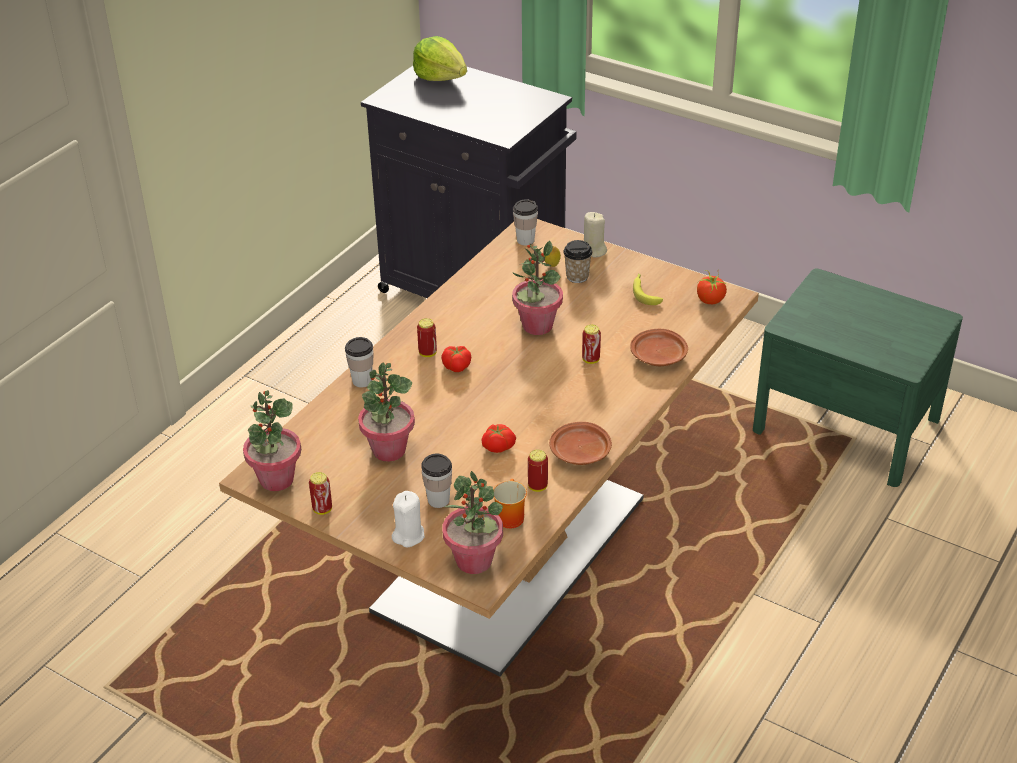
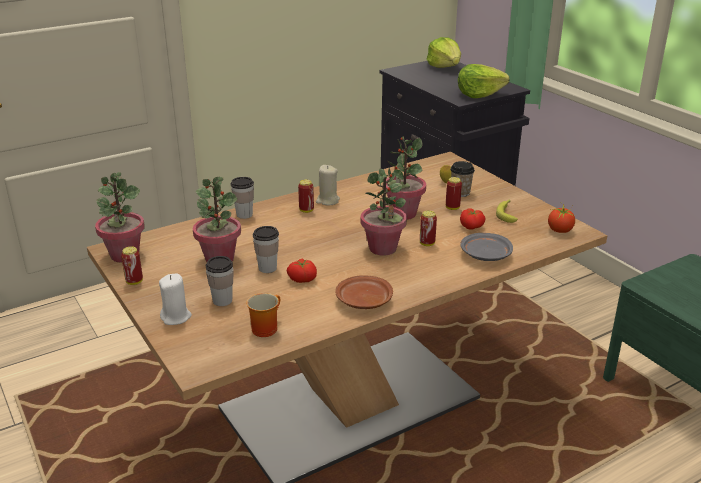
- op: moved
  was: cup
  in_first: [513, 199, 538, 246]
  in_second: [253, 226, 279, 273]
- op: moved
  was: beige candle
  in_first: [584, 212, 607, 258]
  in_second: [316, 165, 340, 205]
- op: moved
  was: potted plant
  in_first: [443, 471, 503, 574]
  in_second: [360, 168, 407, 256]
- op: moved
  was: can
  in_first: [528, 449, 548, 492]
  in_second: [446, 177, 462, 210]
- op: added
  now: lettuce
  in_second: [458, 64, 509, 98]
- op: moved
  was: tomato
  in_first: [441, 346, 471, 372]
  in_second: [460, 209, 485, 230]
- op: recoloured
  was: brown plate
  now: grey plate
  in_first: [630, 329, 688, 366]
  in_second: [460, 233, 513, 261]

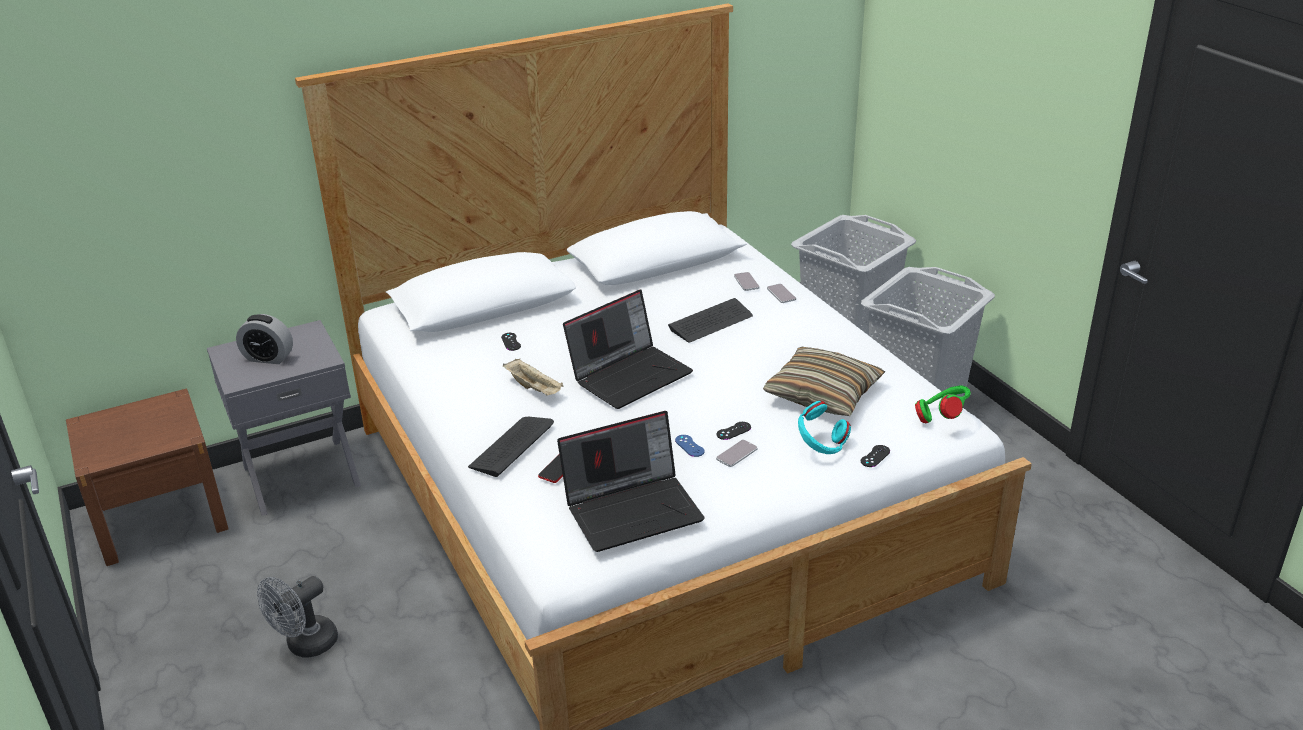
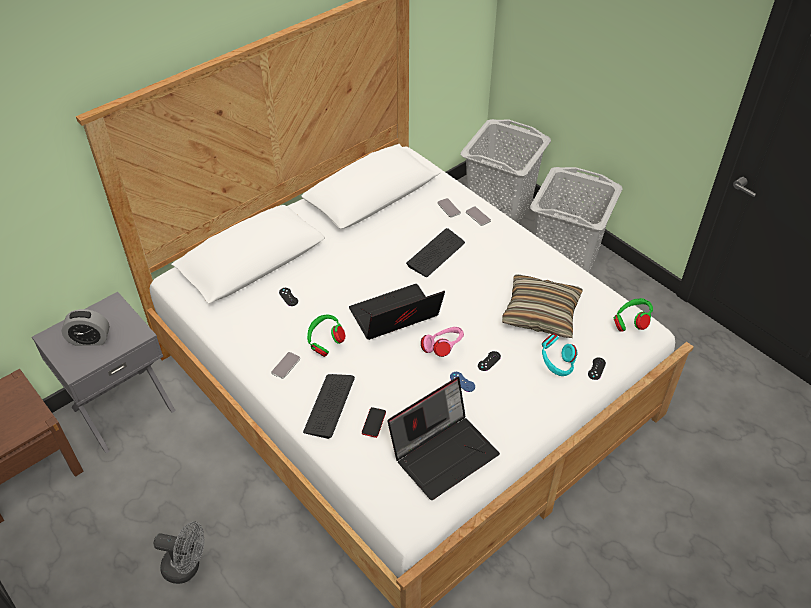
- op: turned
  was: grey fan
  in_first: [257, 576, 338, 658]
  in_second: [154, 522, 205, 584]
  clockwise: -105
- op: moved
  was: phone
  in_first: [716, 440, 758, 467]
  in_second: [271, 352, 300, 379]
- op: replaced
  was: beige tray
  now: green headphones
  in_first: [503, 359, 563, 396]
  in_second: [307, 315, 345, 357]
- op: turned
  was: laptop
  in_first: [563, 289, 693, 409]
  in_second: [349, 284, 445, 340]
  clockwise: -150
- op: added
  now: pink headphones
  in_second: [421, 327, 464, 357]

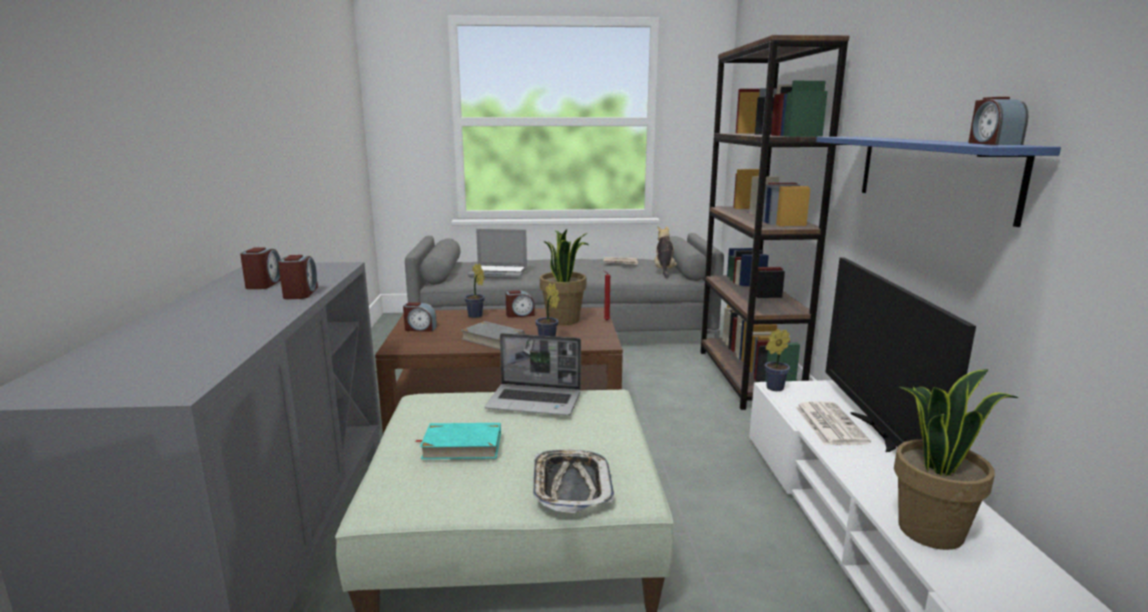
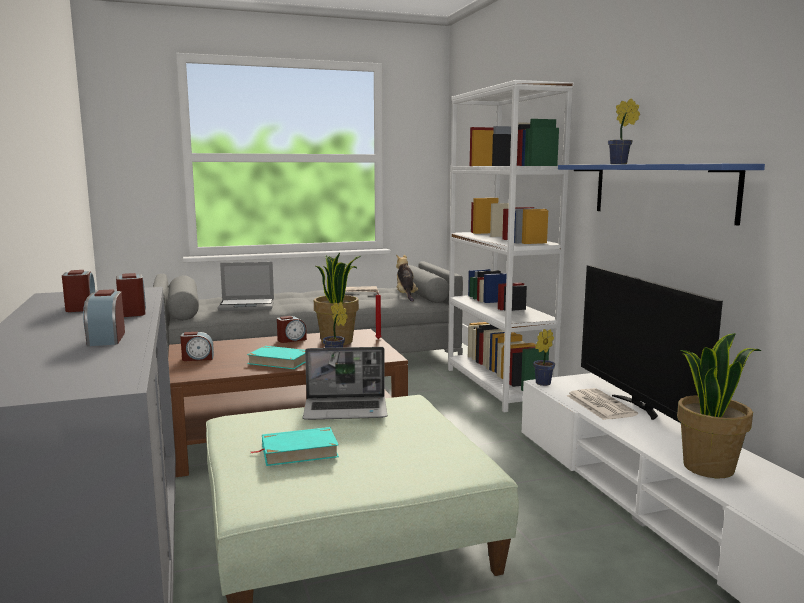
- op: moved
  was: alarm clock
  in_first: [968, 97, 1028, 145]
  in_second: [83, 289, 125, 346]
- op: recoloured
  was: grey book
  now: turquoise book
  in_first: [461, 321, 525, 350]
  in_second: [247, 346, 305, 369]
- op: recoloured
  was: brown bookcase
  now: white bookcase
  in_first: [700, 35, 850, 410]
  in_second: [448, 80, 574, 412]
- op: moved
  was: potted plant
  in_first: [464, 263, 485, 318]
  in_second: [608, 98, 640, 164]
- op: removed
  was: tray
  in_first: [533, 450, 614, 513]

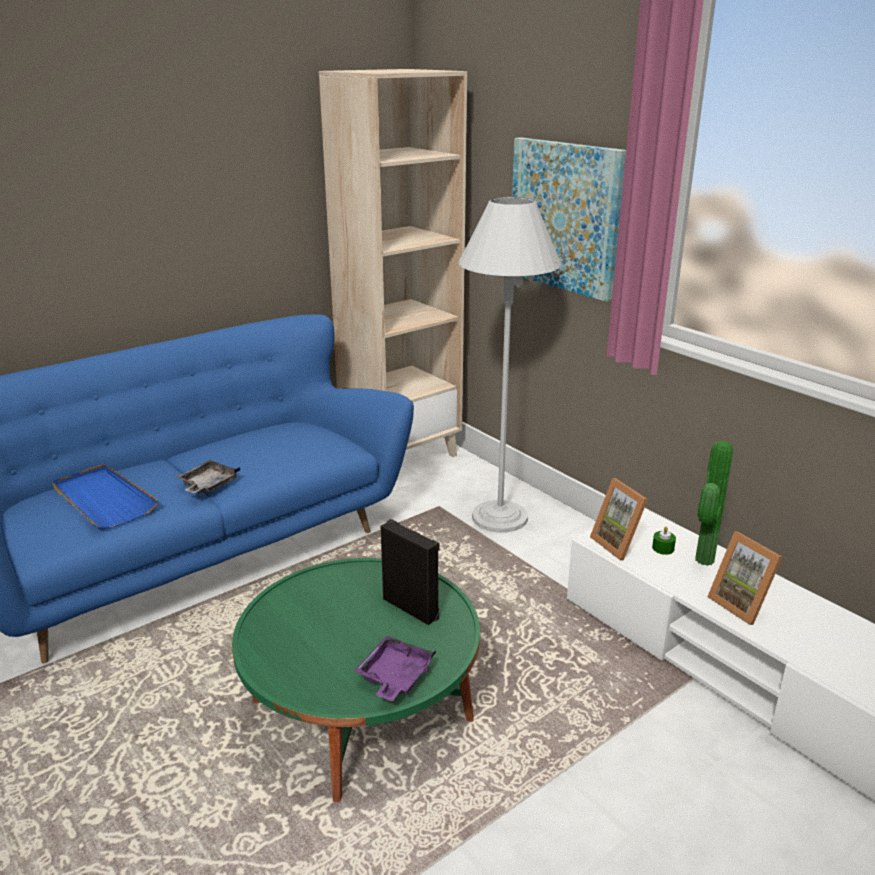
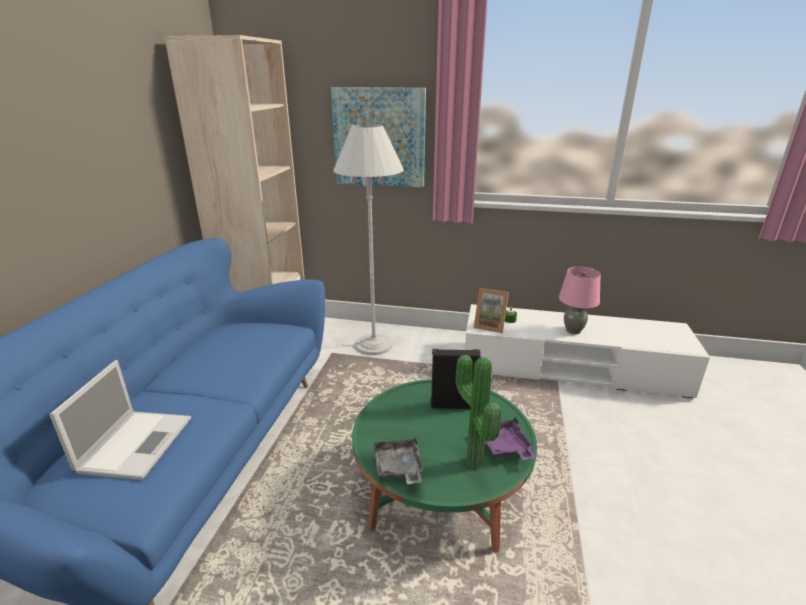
- op: replaced
  was: blue tray
  now: laptop
  in_first: [52, 464, 158, 528]
  in_second: [49, 360, 191, 480]
- op: moved
  was: grey tray
  in_first: [176, 460, 240, 493]
  in_second: [373, 436, 424, 484]
- op: moved
  was: potted plant
  in_first: [695, 441, 733, 566]
  in_second: [456, 355, 501, 469]
- op: replaced
  was: picture frame
  now: pink table lamp
  in_first: [707, 531, 782, 625]
  in_second: [559, 267, 601, 334]

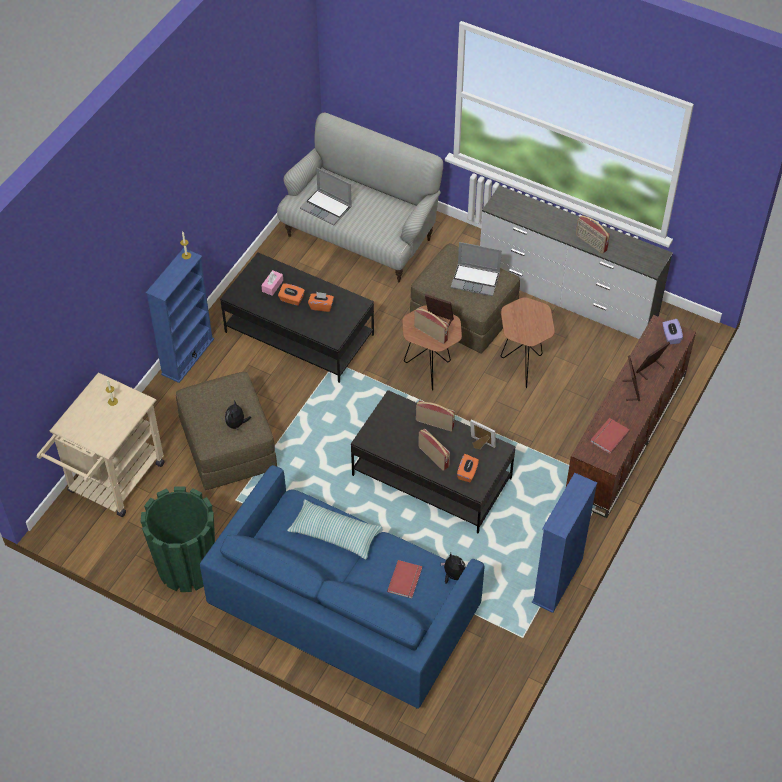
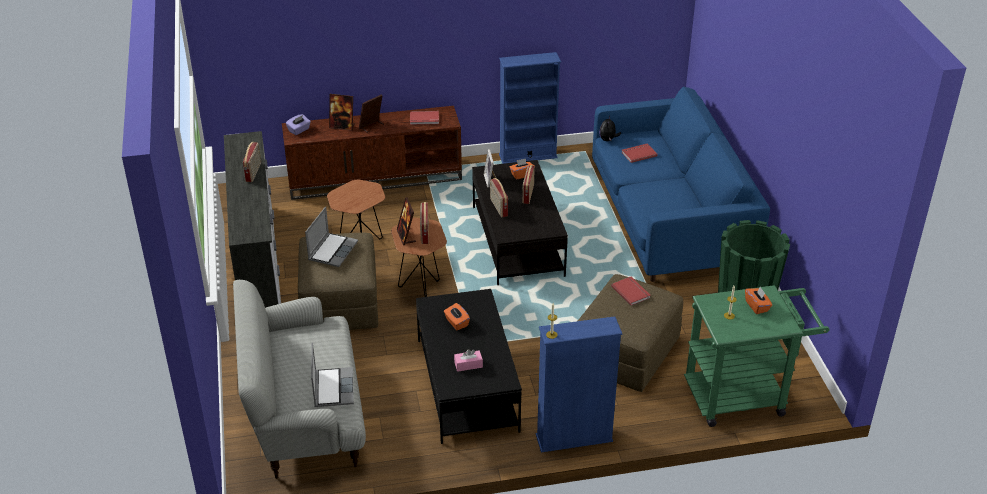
- op: turned
  was: laptop
  in_first: [451, 242, 502, 296]
  in_second: [305, 207, 358, 267]
  clockwise: 45
- op: replaced
  was: plush toy
  now: red book
  in_first: [225, 400, 251, 430]
  in_second: [611, 277, 651, 305]
- op: recoloured
  was: beige cart
  now: green cart
  in_first: [37, 372, 164, 517]
  in_second: [684, 285, 829, 427]
- op: moved
  was: orange tissue box
  in_first: [278, 284, 305, 306]
  in_second: [745, 287, 772, 314]
- op: removed
  was: pillow
  in_first: [287, 499, 382, 559]

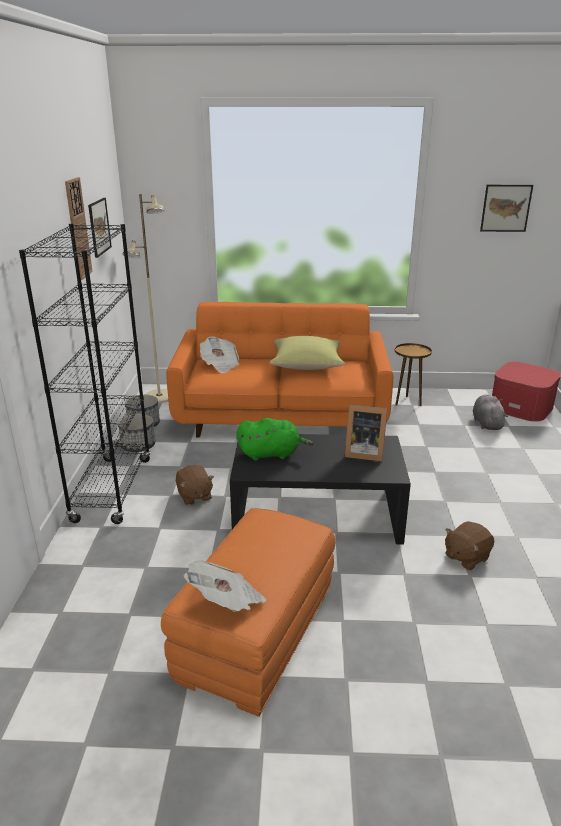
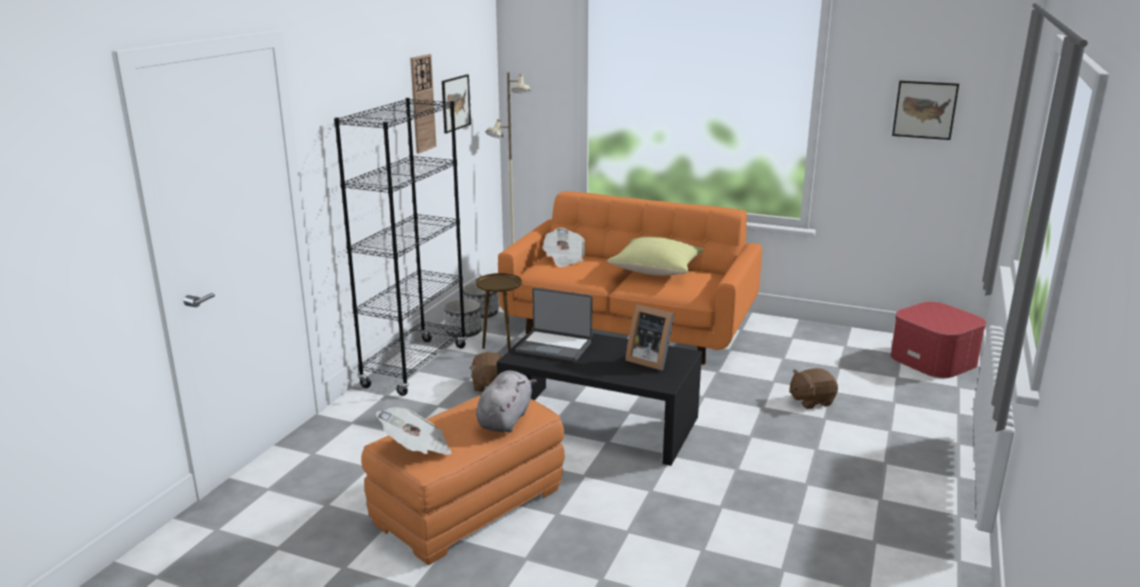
- op: moved
  was: brown side table
  in_first: [395, 343, 432, 406]
  in_second: [476, 273, 522, 351]
- op: moved
  was: grey plush toy
  in_first: [473, 394, 508, 430]
  in_second: [476, 370, 537, 433]
- op: replaced
  was: green plush toy
  now: laptop
  in_first: [237, 418, 313, 461]
  in_second: [515, 287, 593, 362]
- op: moved
  was: brown plush toy
  in_first: [445, 521, 494, 570]
  in_second: [789, 368, 838, 409]

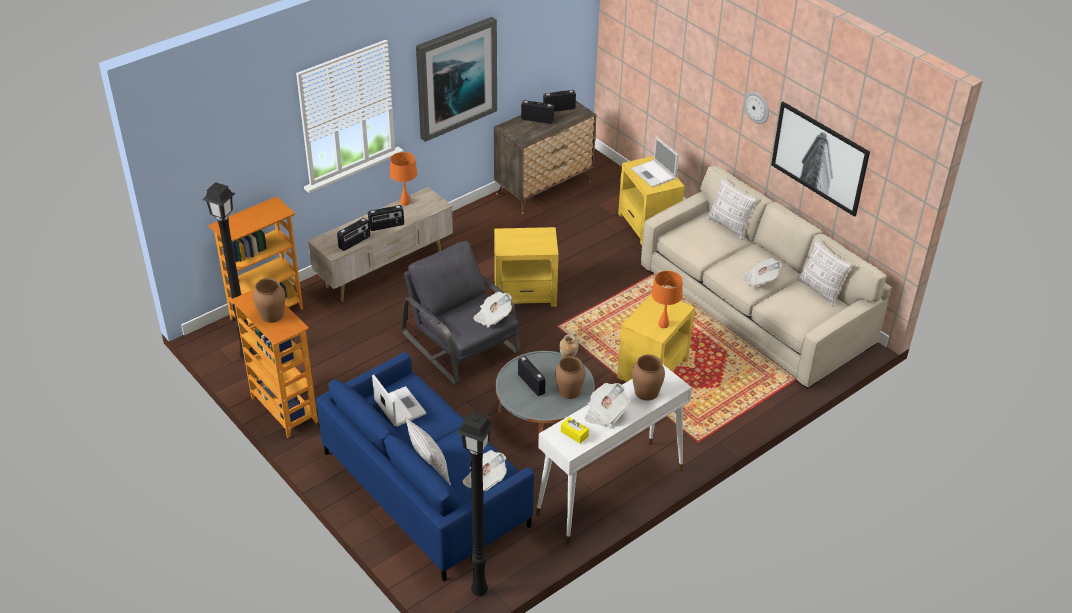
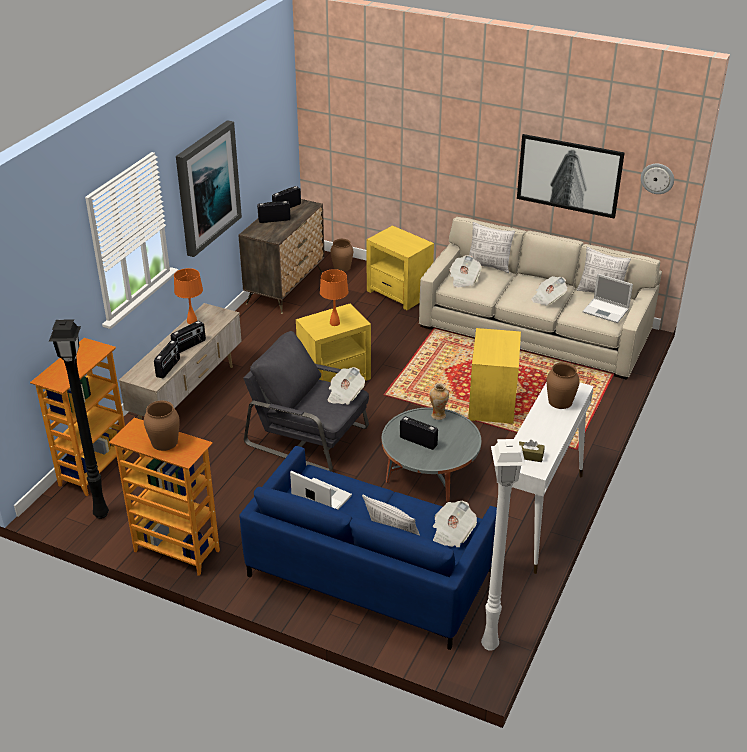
- op: moved
  was: orange table lamp
  in_first: [651, 271, 683, 328]
  in_second: [320, 269, 349, 326]
- op: moved
  was: brown vase
  in_first: [555, 356, 585, 399]
  in_second: [330, 239, 353, 272]
- op: moved
  was: newspaper
  in_first: [585, 383, 629, 427]
  in_second: [450, 255, 482, 287]
- op: recoloured
  was: black floor lamp
  now: white floor lamp
  in_first: [457, 411, 495, 596]
  in_second: [481, 439, 525, 651]
- op: recoloured
  was: yellow tissue box
  now: brown tissue box
  in_first: [561, 417, 589, 444]
  in_second: [519, 440, 545, 462]
- op: moved
  was: laptop
  in_first: [631, 137, 679, 188]
  in_second: [582, 274, 633, 323]
- op: moved
  was: wall clock
  in_first: [744, 92, 769, 124]
  in_second: [641, 163, 674, 194]

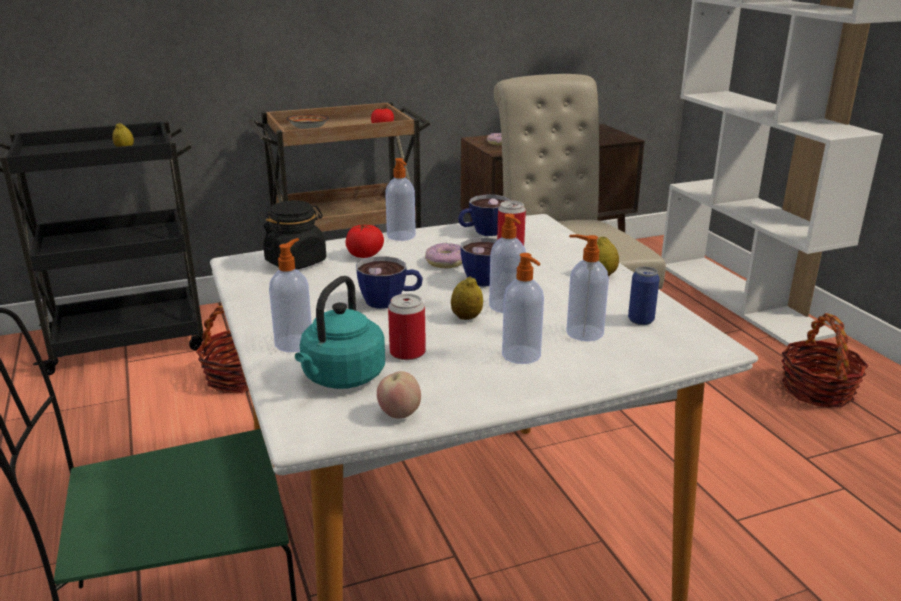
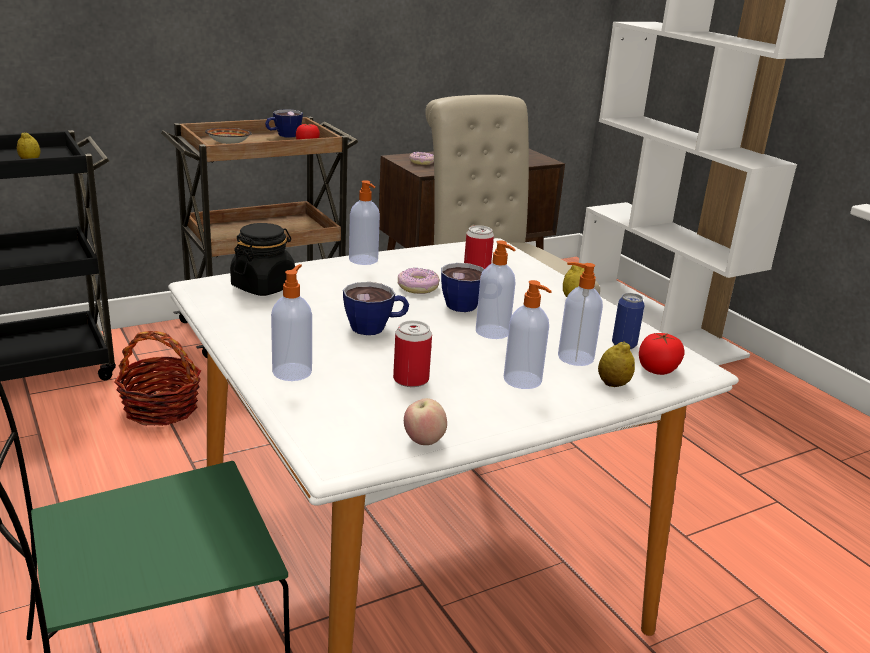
- op: moved
  was: cup
  in_first: [458, 194, 510, 236]
  in_second: [265, 109, 303, 138]
- op: moved
  was: lemon
  in_first: [451, 276, 483, 320]
  in_second: [598, 341, 635, 387]
- op: moved
  was: tomato
  in_first: [345, 224, 384, 258]
  in_second: [639, 333, 684, 375]
- op: removed
  was: turquoise kettle
  in_first: [295, 276, 385, 389]
- op: removed
  was: basket
  in_first: [781, 313, 868, 408]

